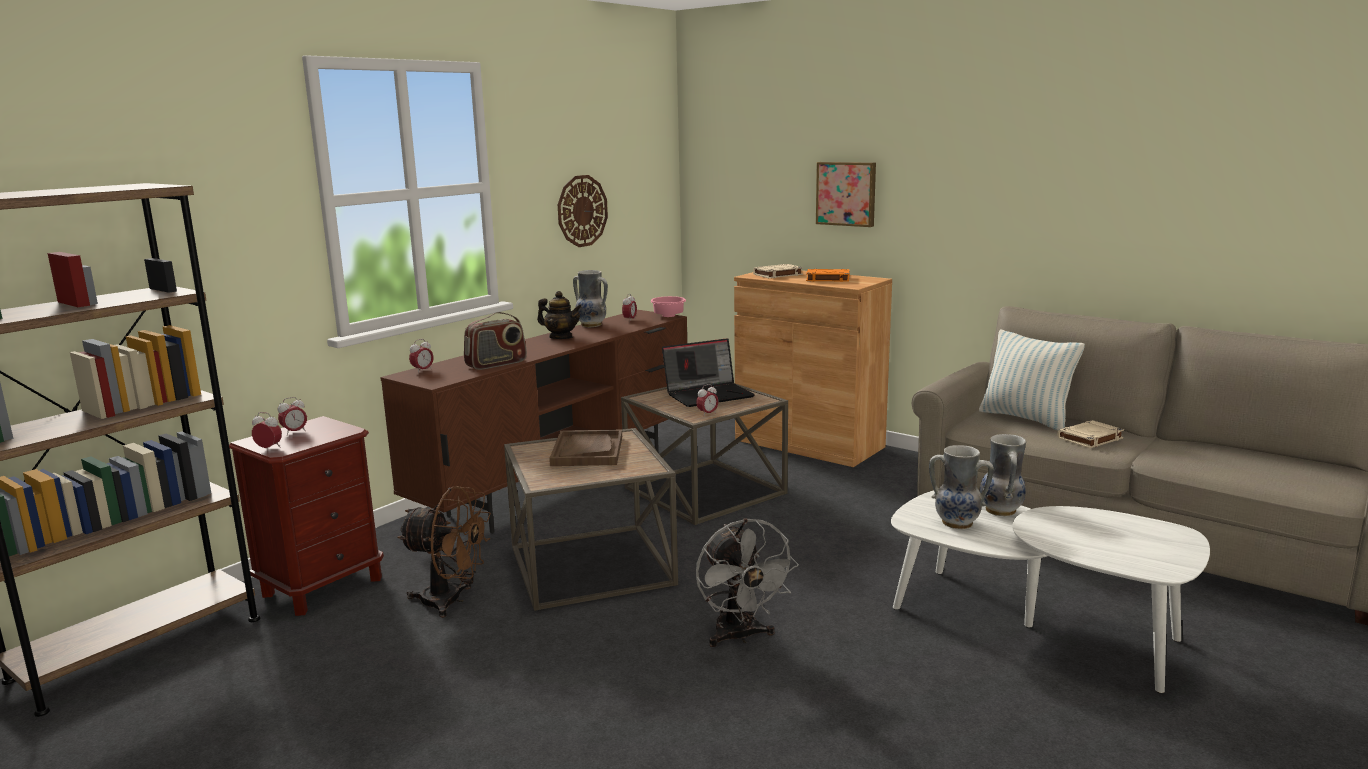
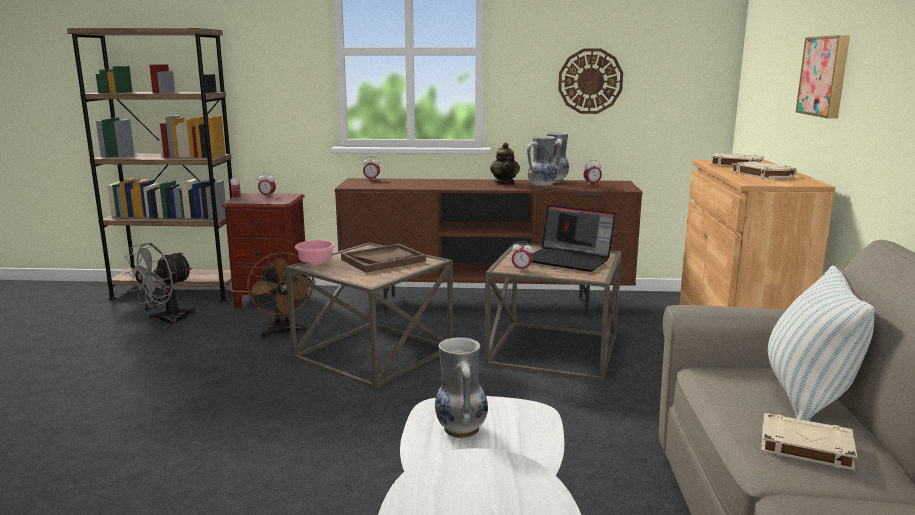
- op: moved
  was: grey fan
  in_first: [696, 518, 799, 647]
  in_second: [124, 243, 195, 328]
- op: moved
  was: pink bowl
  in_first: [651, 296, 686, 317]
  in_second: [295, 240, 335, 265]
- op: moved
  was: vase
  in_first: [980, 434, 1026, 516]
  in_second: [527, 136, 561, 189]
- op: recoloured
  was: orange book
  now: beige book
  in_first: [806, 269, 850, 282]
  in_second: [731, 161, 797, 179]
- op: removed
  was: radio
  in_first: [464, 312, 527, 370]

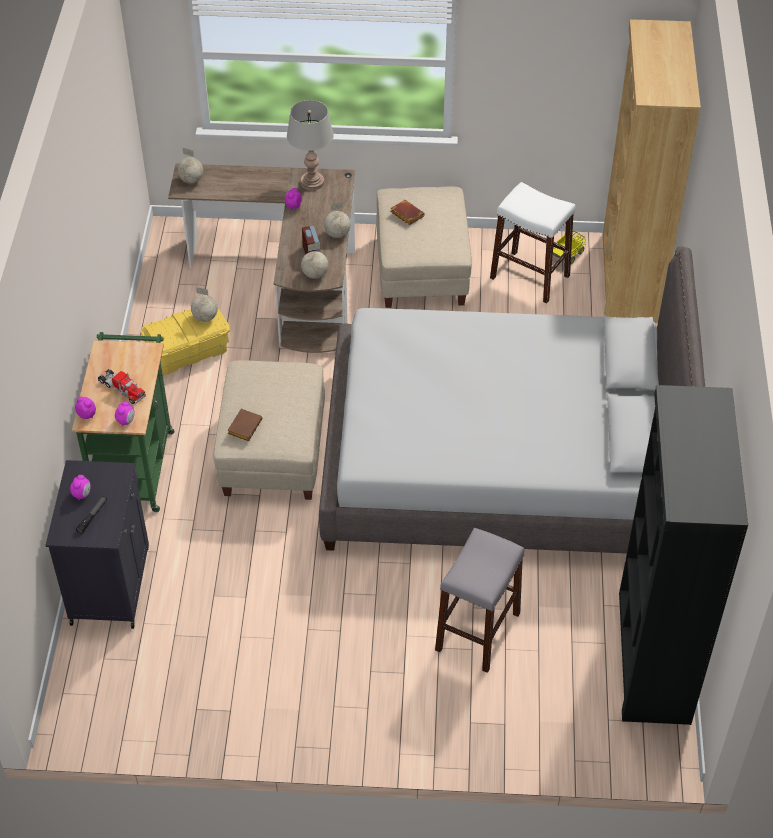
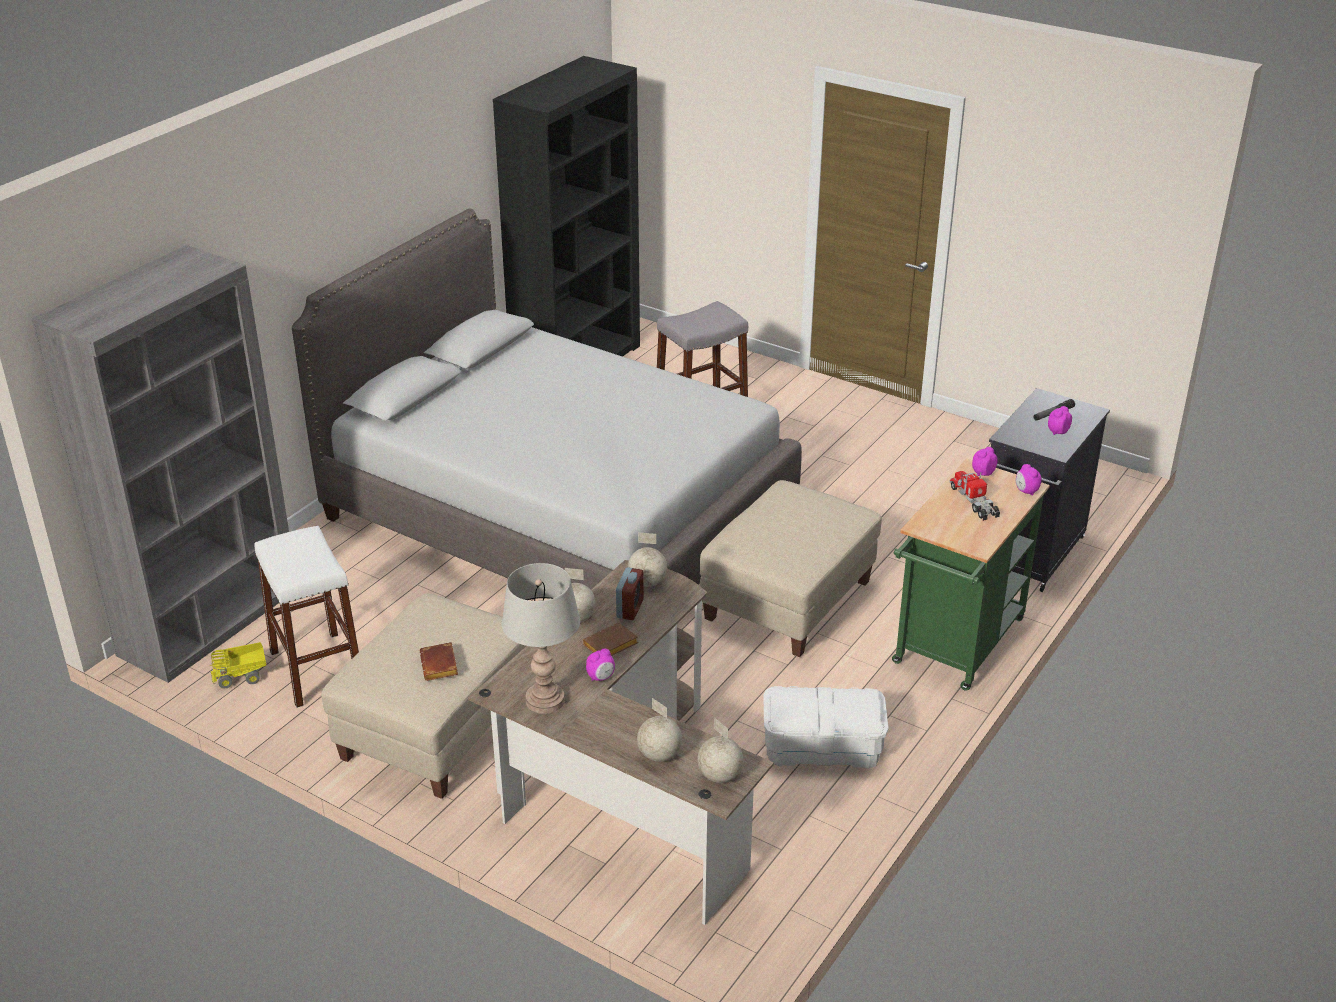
- op: recoloured
  was: brown bookcase
  now: grey bookcase
  in_first: [603, 20, 701, 323]
  in_second: [32, 245, 289, 683]
- op: moved
  was: brown book
  in_first: [227, 409, 262, 441]
  in_second: [583, 622, 638, 656]
- op: moved
  was: globe
  in_first: [191, 287, 218, 322]
  in_second: [637, 698, 682, 762]
- op: recoloured
  was: yellow storage box
  now: white storage box
  in_first: [141, 308, 230, 375]
  in_second: [763, 686, 889, 769]

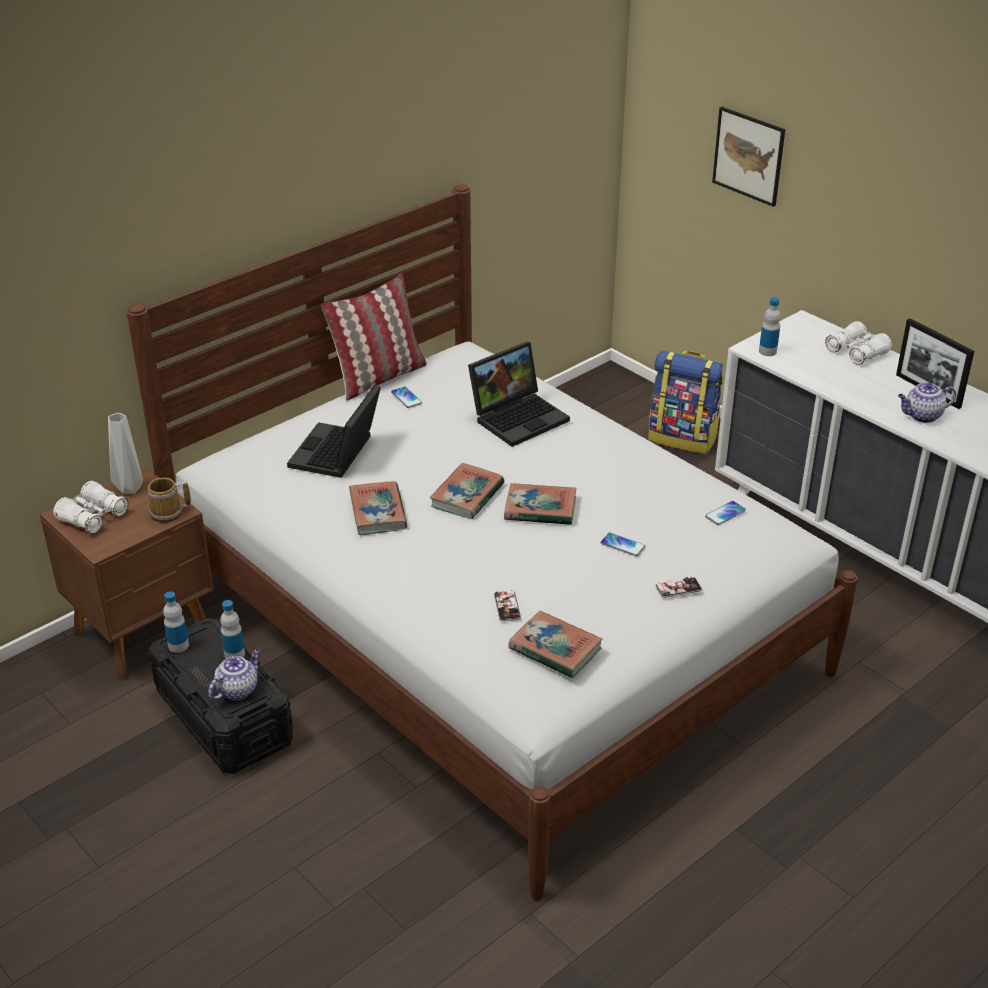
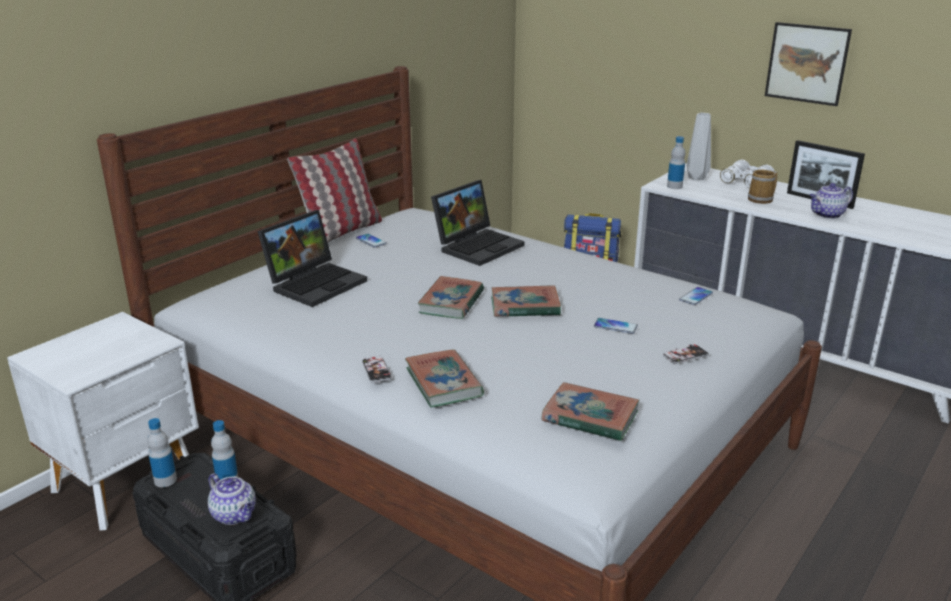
- op: recoloured
  was: brown nightstand
  now: white nightstand
  in_first: [40, 467, 214, 680]
  in_second: [7, 312, 199, 531]
- op: turned
  was: teapot
  in_first: [208, 649, 261, 700]
  in_second: [208, 473, 256, 525]
  clockwise: 105
- op: turned
  was: laptop
  in_first: [287, 384, 381, 478]
  in_second: [257, 210, 367, 307]
  clockwise: -150
- op: moved
  was: phone
  in_first: [494, 590, 521, 622]
  in_second: [362, 355, 392, 383]
- op: moved
  was: book
  in_first: [349, 481, 408, 535]
  in_second: [405, 350, 484, 407]
- op: moved
  was: grey vase
  in_first: [108, 413, 143, 494]
  in_second: [687, 113, 711, 180]
- op: moved
  was: mug
  in_first: [148, 477, 191, 523]
  in_second: [748, 170, 777, 204]
- op: moved
  was: picture
  in_first: [712, 107, 785, 207]
  in_second: [765, 22, 852, 106]
- op: removed
  was: white binoculars
  in_first: [54, 481, 129, 534]

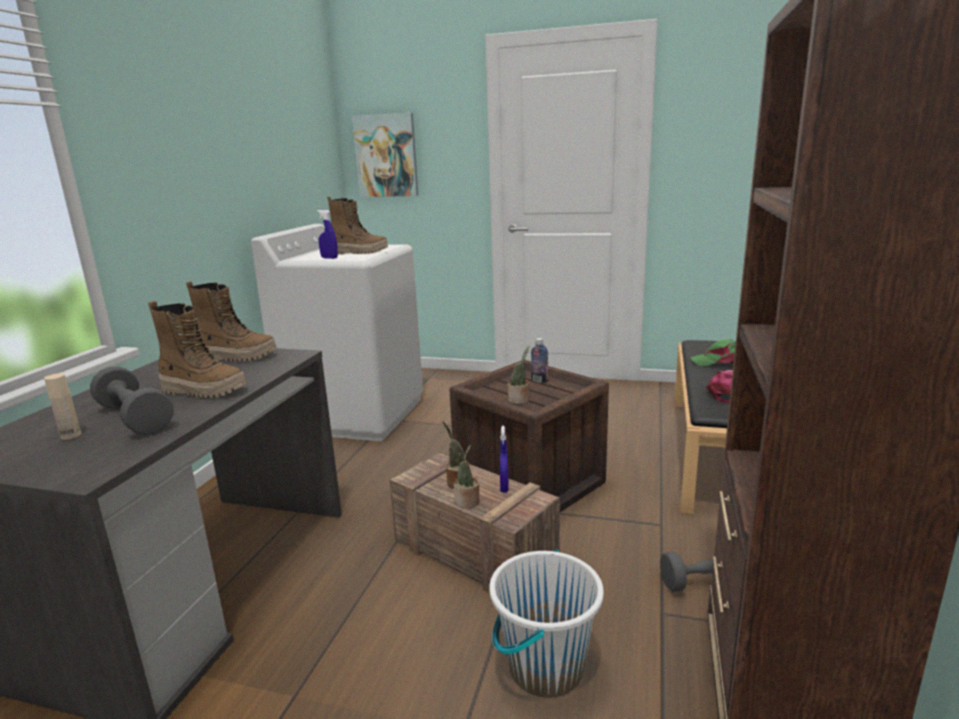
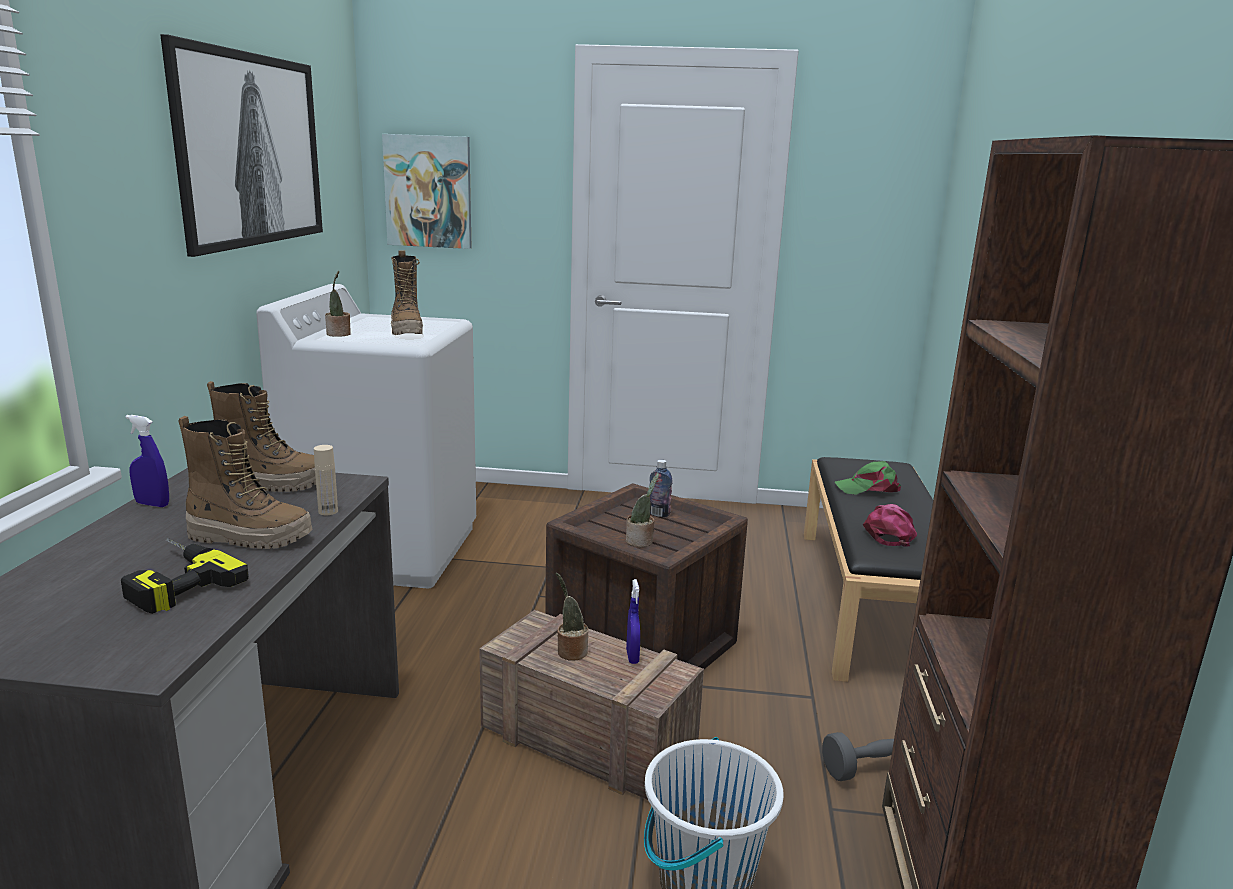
- op: replaced
  was: grey dumbbell
  now: power drill
  in_first: [90, 366, 173, 435]
  in_second: [121, 537, 249, 614]
- op: moved
  was: blue spray bottle
  in_first: [317, 210, 338, 259]
  in_second: [126, 415, 169, 507]
- op: added
  now: picture
  in_second: [160, 34, 323, 257]
- op: moved
  was: beige bottle
  in_first: [44, 373, 81, 440]
  in_second: [314, 445, 338, 515]
- op: moved
  was: potted plant
  in_first: [454, 445, 479, 509]
  in_second: [325, 270, 351, 337]
- op: turned
  was: boot
  in_first: [327, 197, 388, 254]
  in_second: [391, 250, 423, 335]
  clockwise: 75

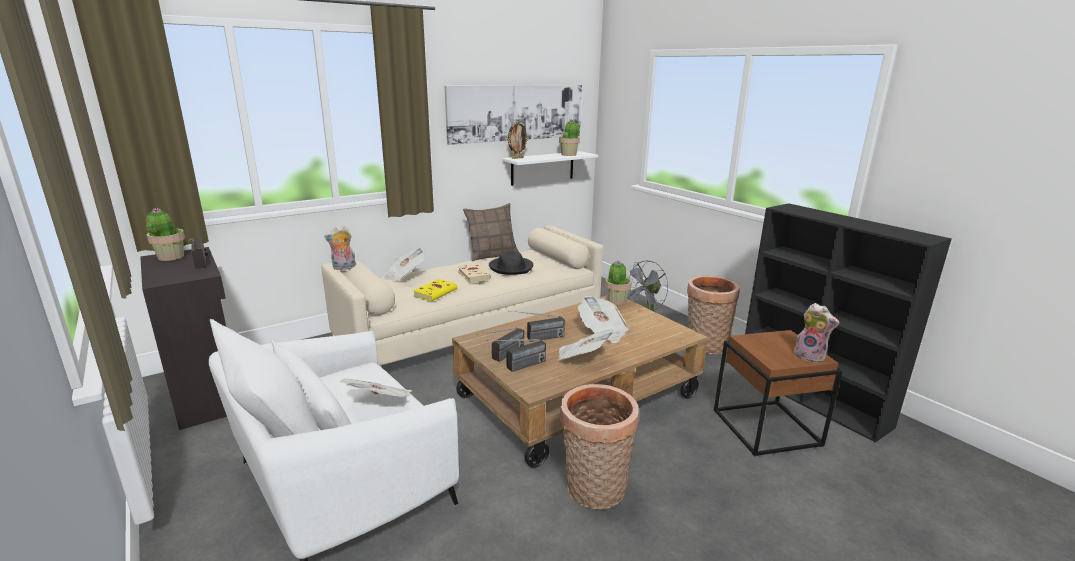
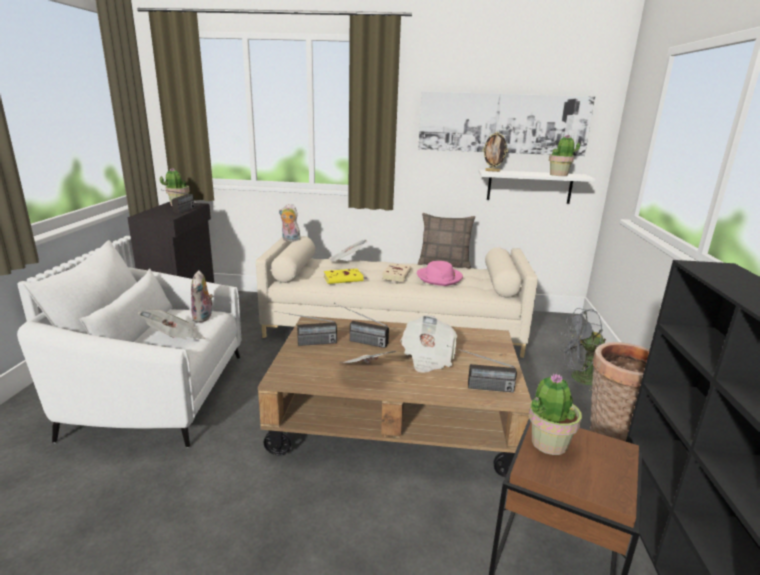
- op: moved
  was: plush toy
  in_first: [793, 303, 839, 363]
  in_second: [191, 270, 213, 323]
- op: recoloured
  was: black hat
  now: pink hat
  in_first: [489, 251, 533, 275]
  in_second: [417, 261, 463, 286]
- op: moved
  was: radio
  in_first: [487, 339, 546, 372]
  in_second: [447, 345, 517, 393]
- op: moved
  was: potted plant
  in_first: [605, 260, 632, 304]
  in_second: [529, 373, 582, 455]
- op: removed
  was: basket
  in_first: [560, 384, 639, 510]

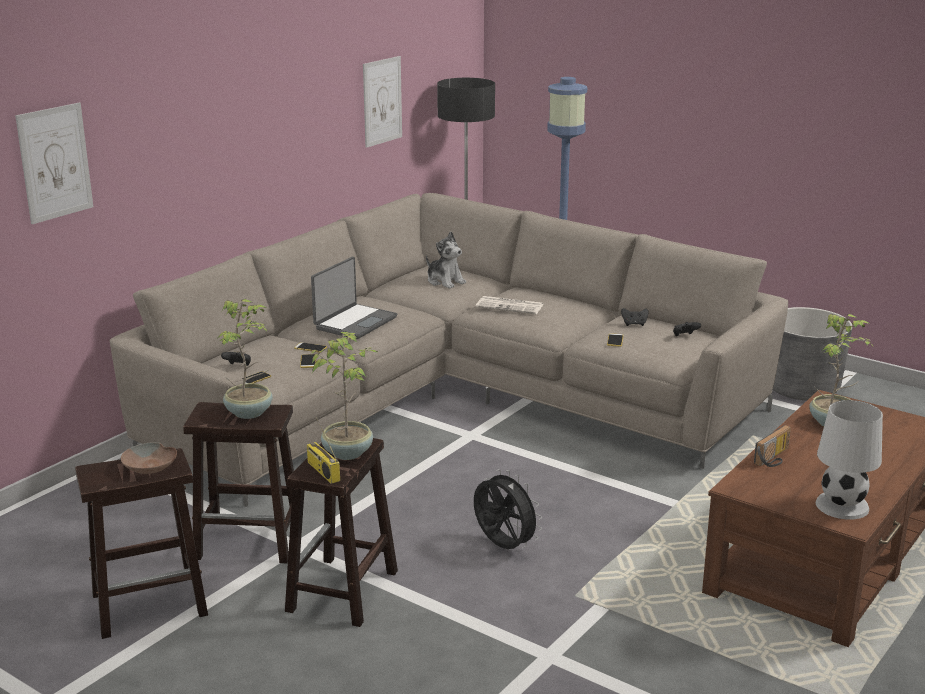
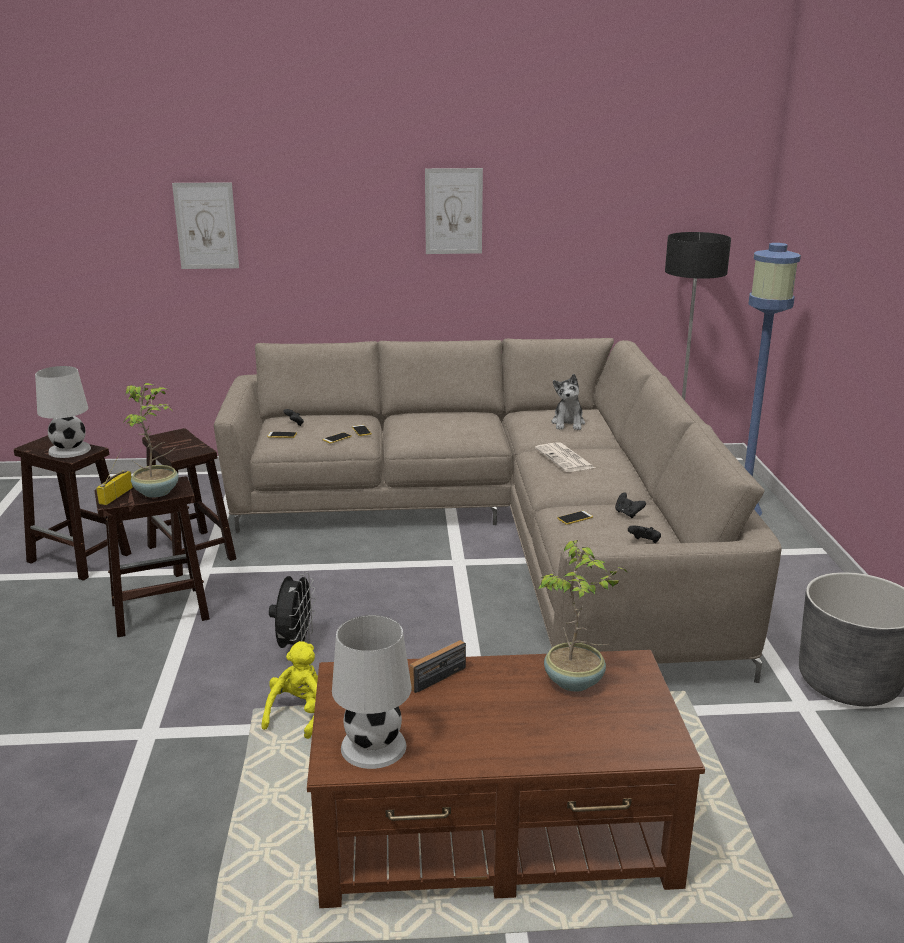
- op: replaced
  was: brown bowl
  now: white table lamp
  in_first: [121, 442, 177, 474]
  in_second: [35, 366, 91, 458]
- op: added
  now: yellow plush toy
  in_second: [262, 641, 318, 739]
- op: turned
  was: radio
  in_first: [754, 425, 791, 467]
  in_second: [410, 640, 466, 693]
  clockwise: 135
- op: moved
  was: picture
  in_first: [363, 56, 402, 148]
  in_second: [425, 168, 483, 254]
- op: removed
  was: potted plant
  in_first: [217, 299, 273, 419]
- op: removed
  was: laptop
  in_first: [311, 257, 397, 339]

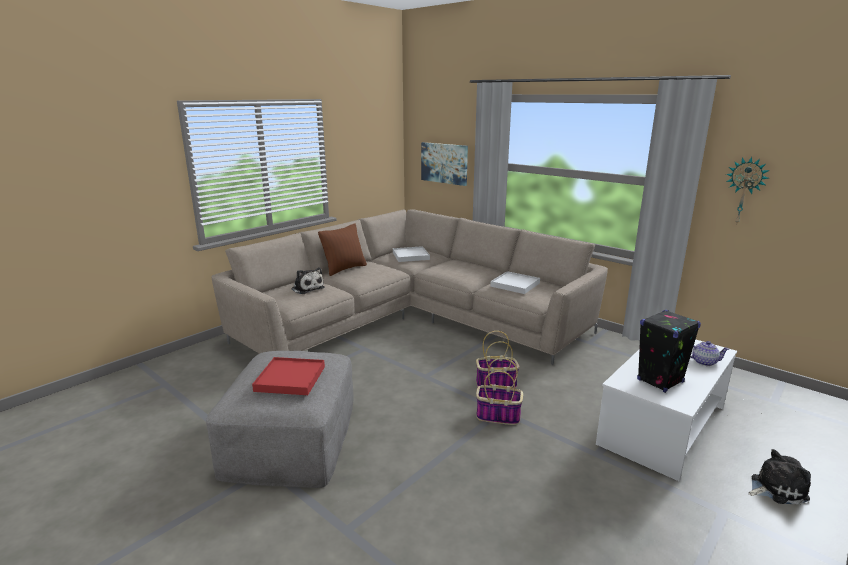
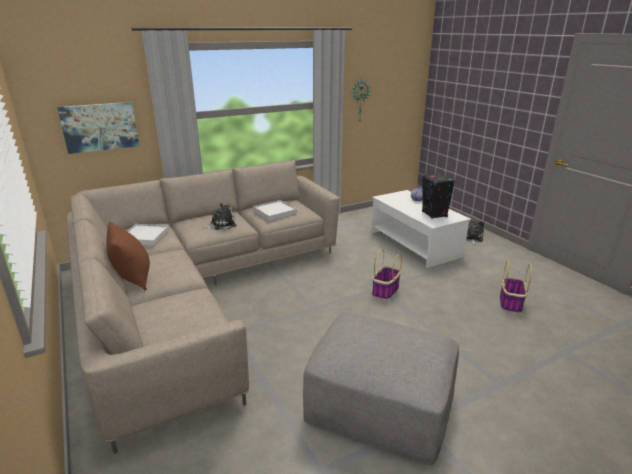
- op: moved
  was: plush toy
  in_first: [292, 267, 324, 294]
  in_second: [203, 203, 236, 230]
- op: moved
  was: basket
  in_first: [476, 331, 519, 388]
  in_second: [500, 260, 532, 313]
- op: removed
  was: red tray
  in_first: [252, 357, 325, 395]

